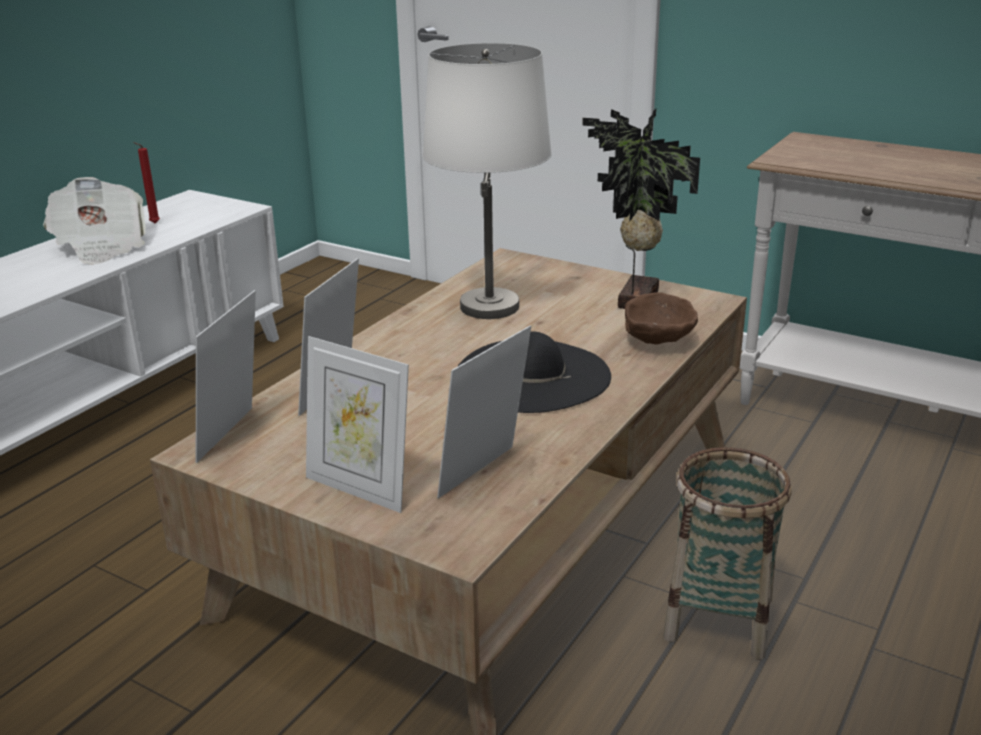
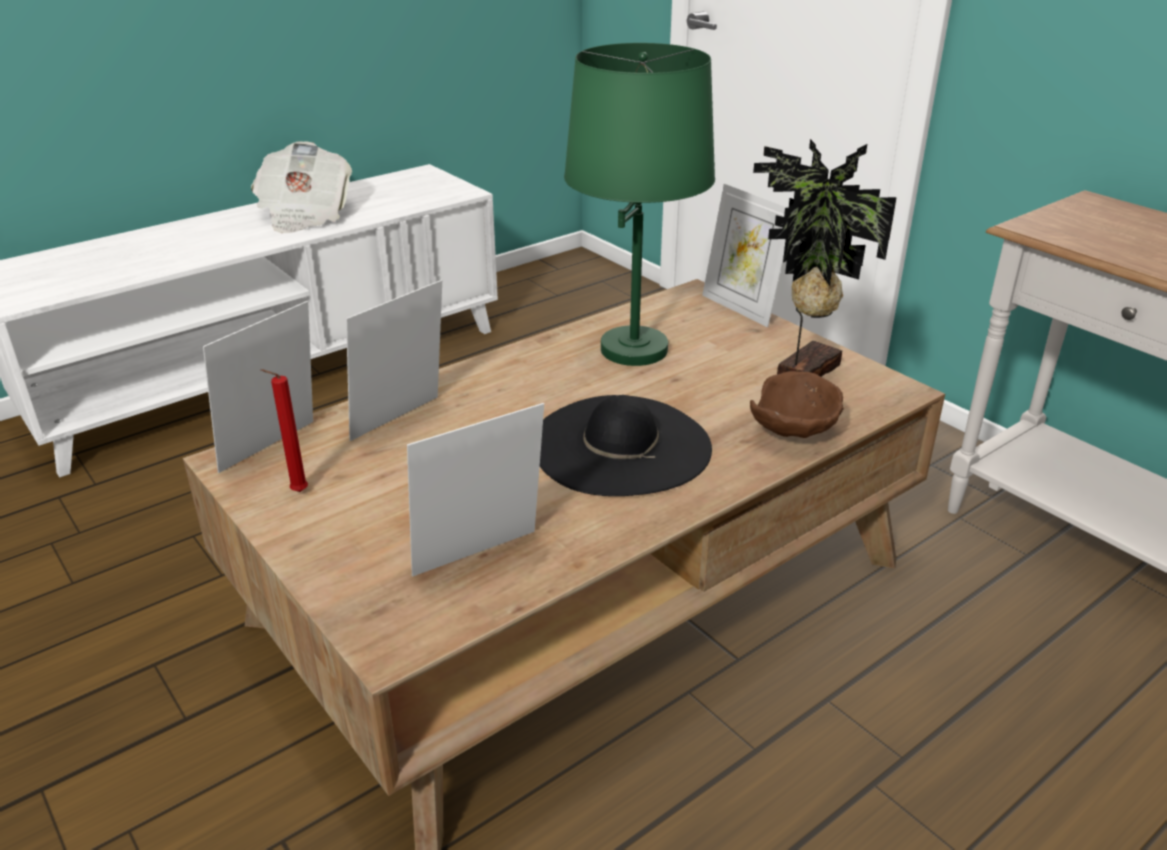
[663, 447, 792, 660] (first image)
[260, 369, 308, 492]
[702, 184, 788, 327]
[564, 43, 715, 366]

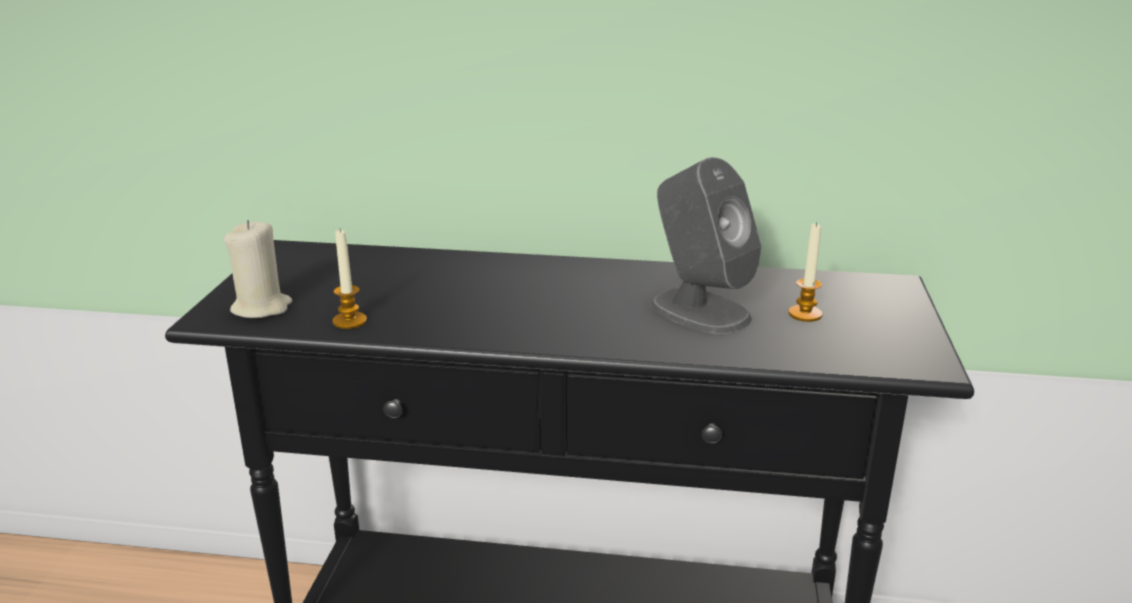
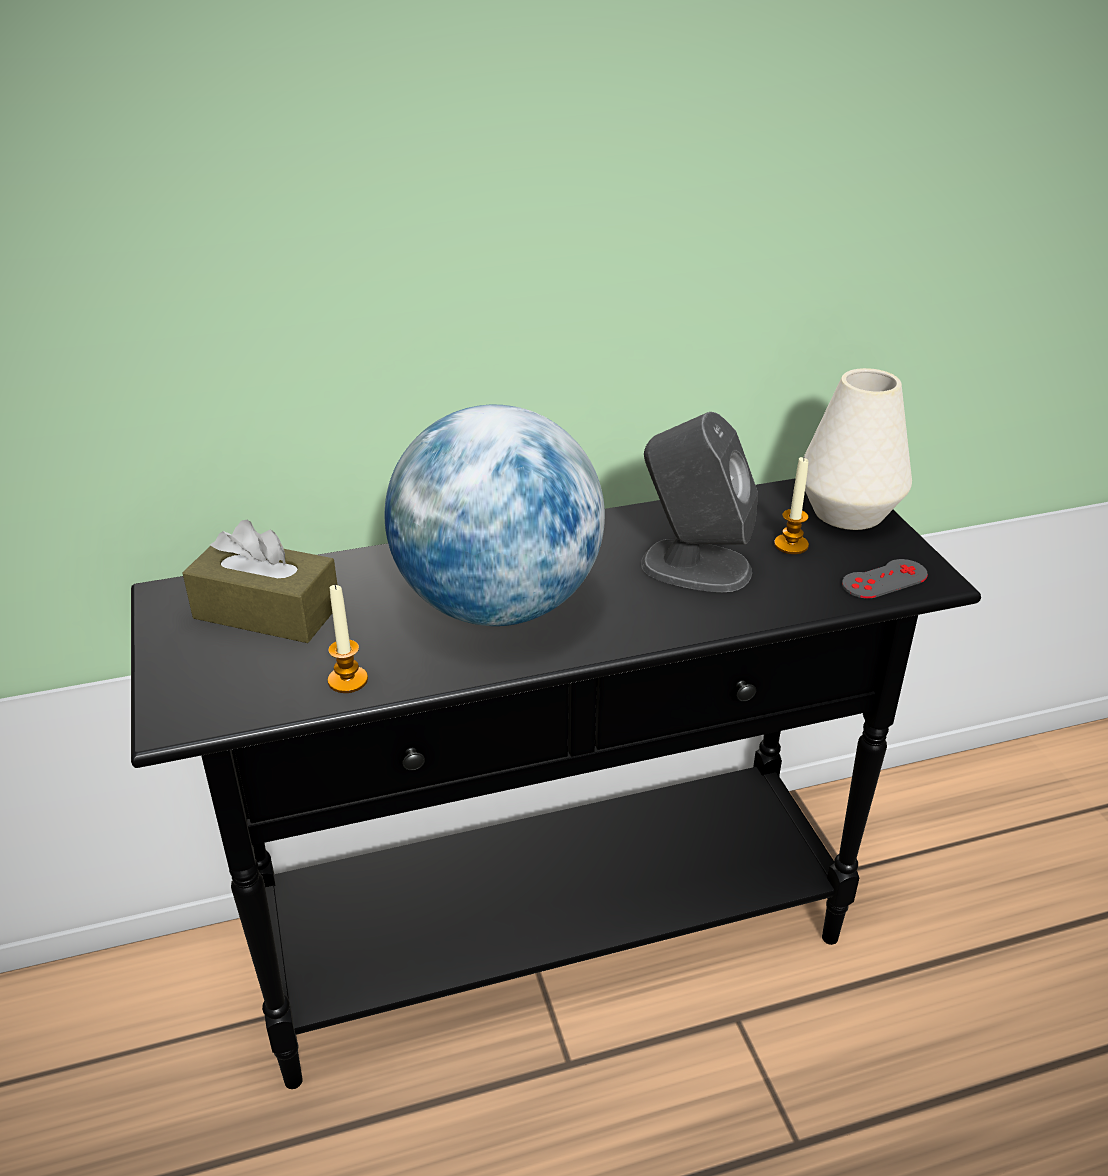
[224, 220, 292, 318] (first image)
[182, 520, 337, 643]
[384, 405, 605, 626]
[803, 368, 912, 530]
[842, 559, 928, 599]

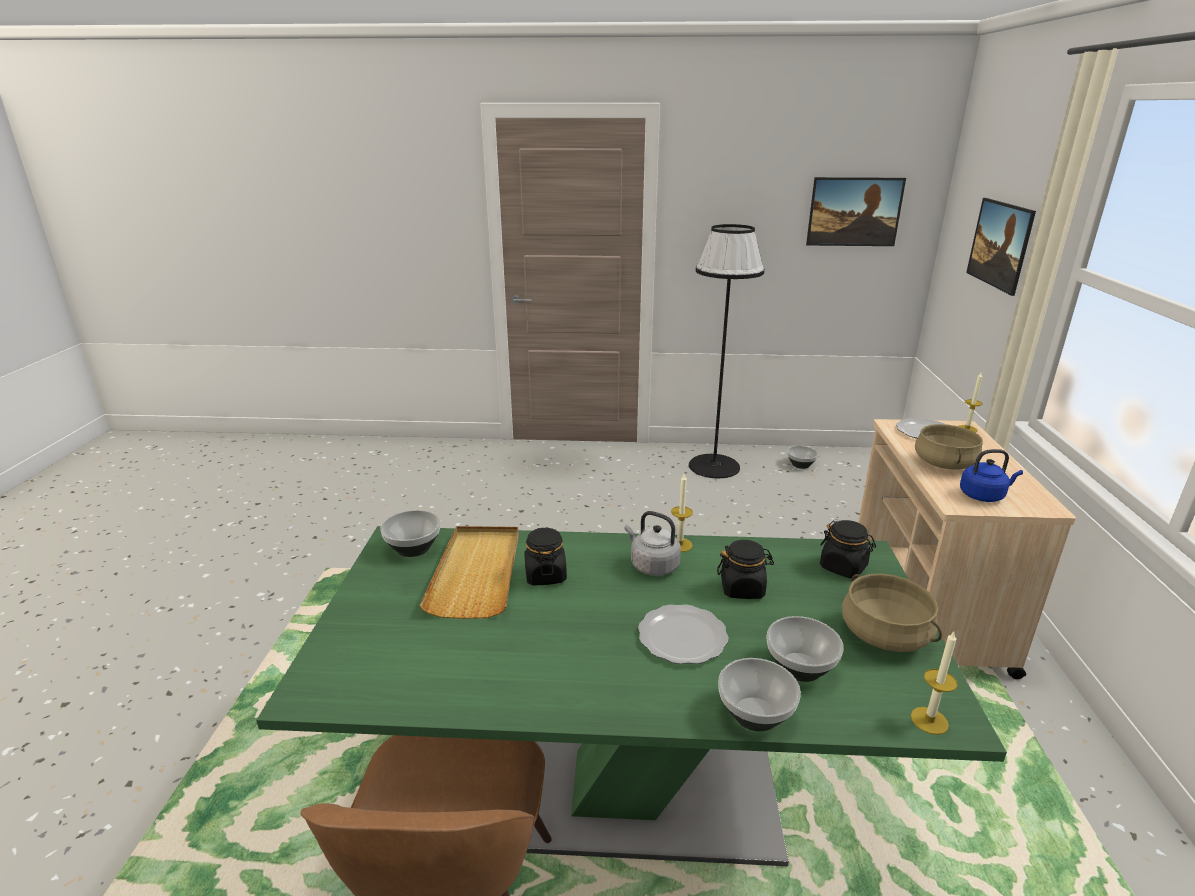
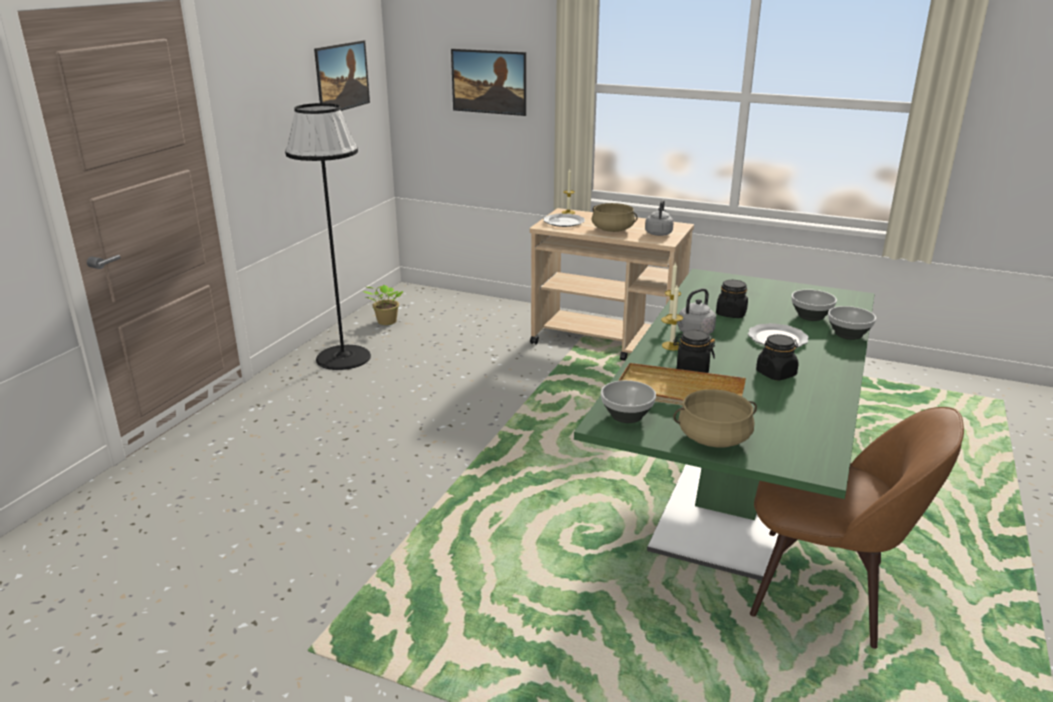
[756, 334, 799, 381]
[673, 389, 757, 448]
[662, 286, 683, 350]
[362, 285, 403, 325]
[645, 199, 674, 236]

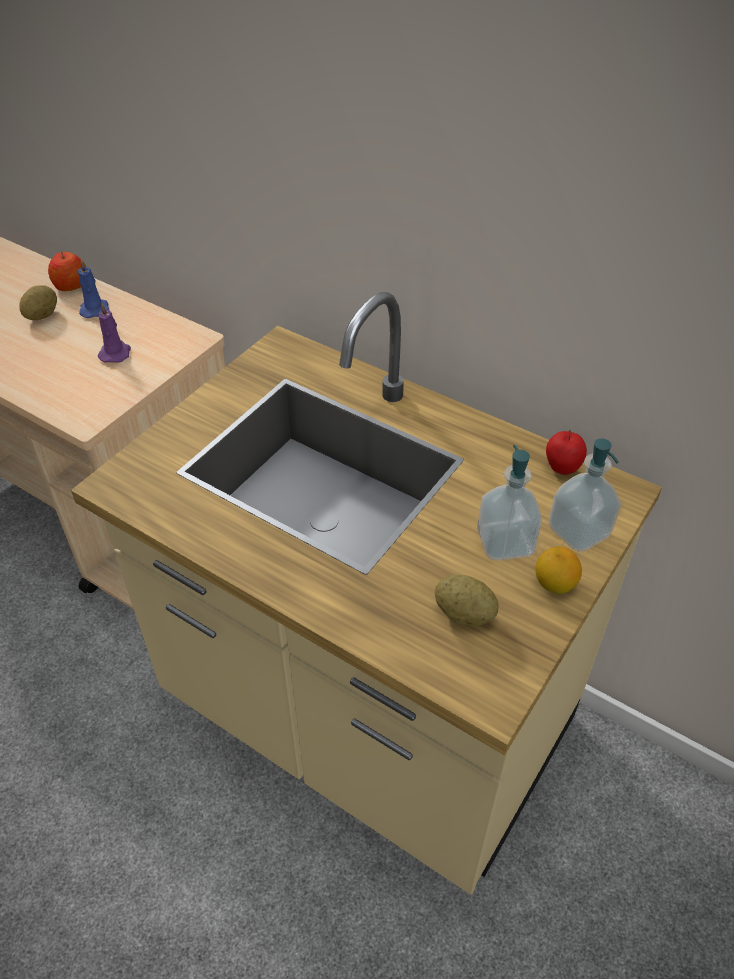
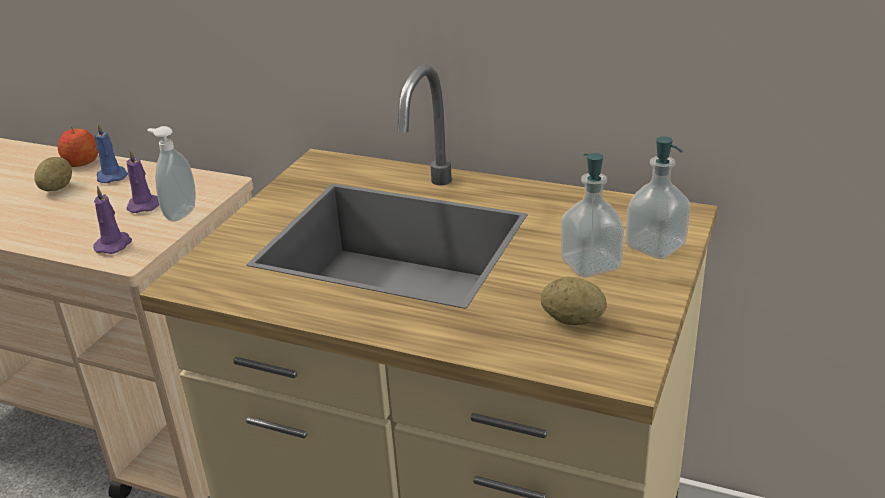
[535, 547, 582, 594] (first image)
[546, 430, 587, 475] (first image)
[93, 185, 132, 254]
[148, 126, 196, 222]

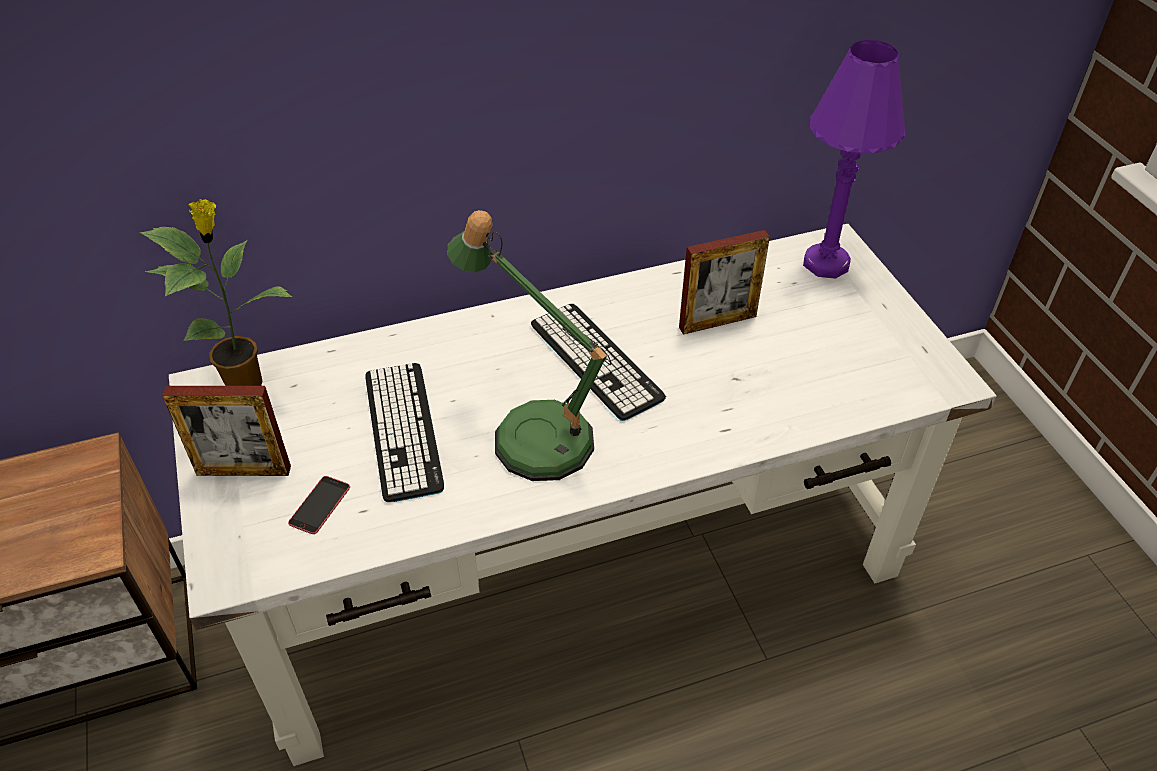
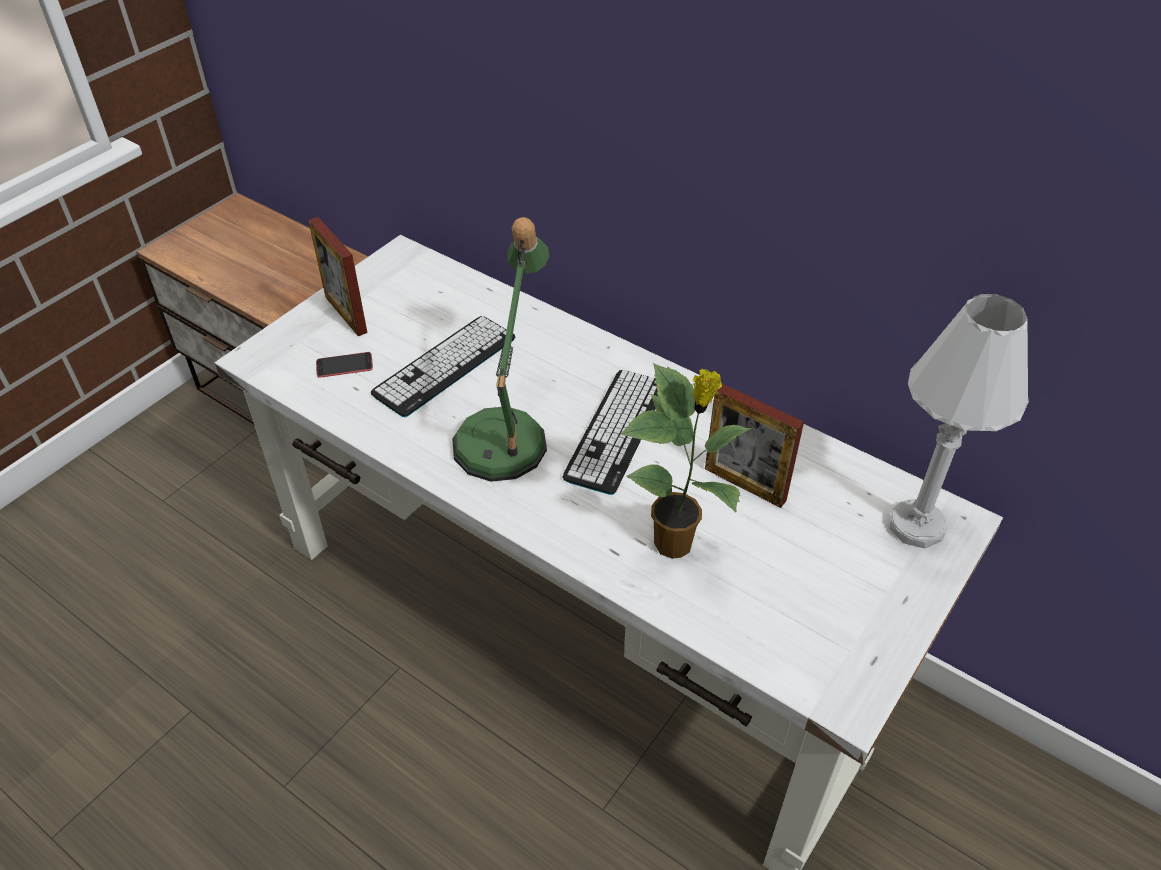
[621, 363, 753, 559]
[889, 294, 1029, 549]

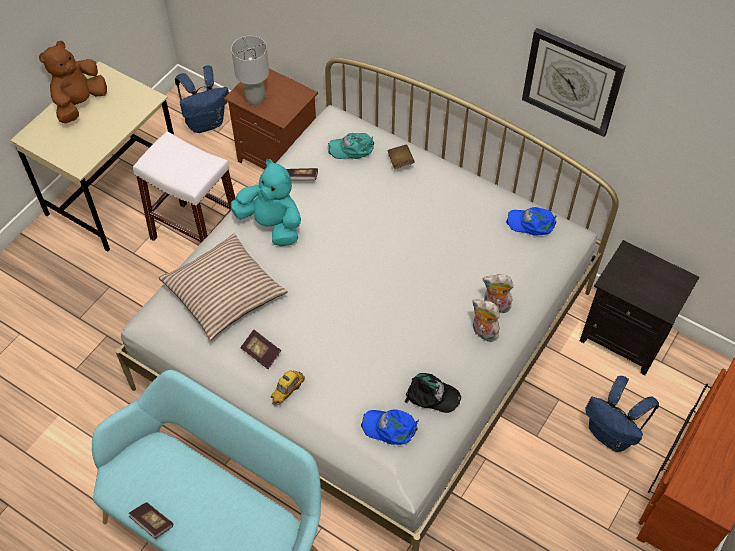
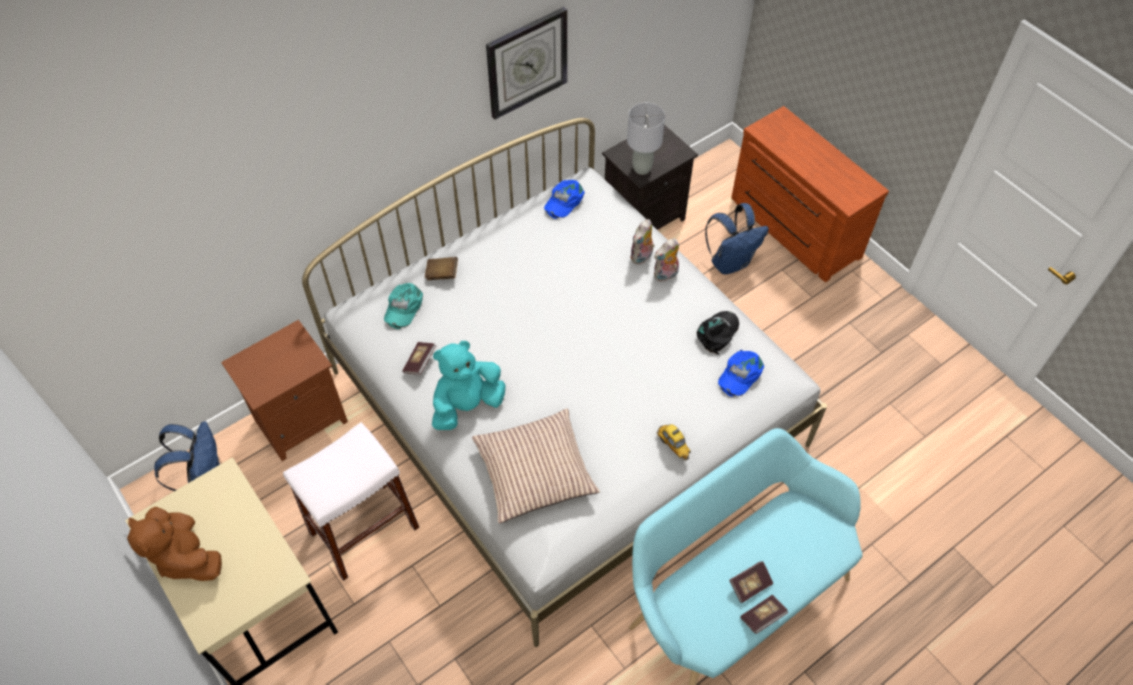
[627, 103, 665, 175]
[729, 561, 773, 603]

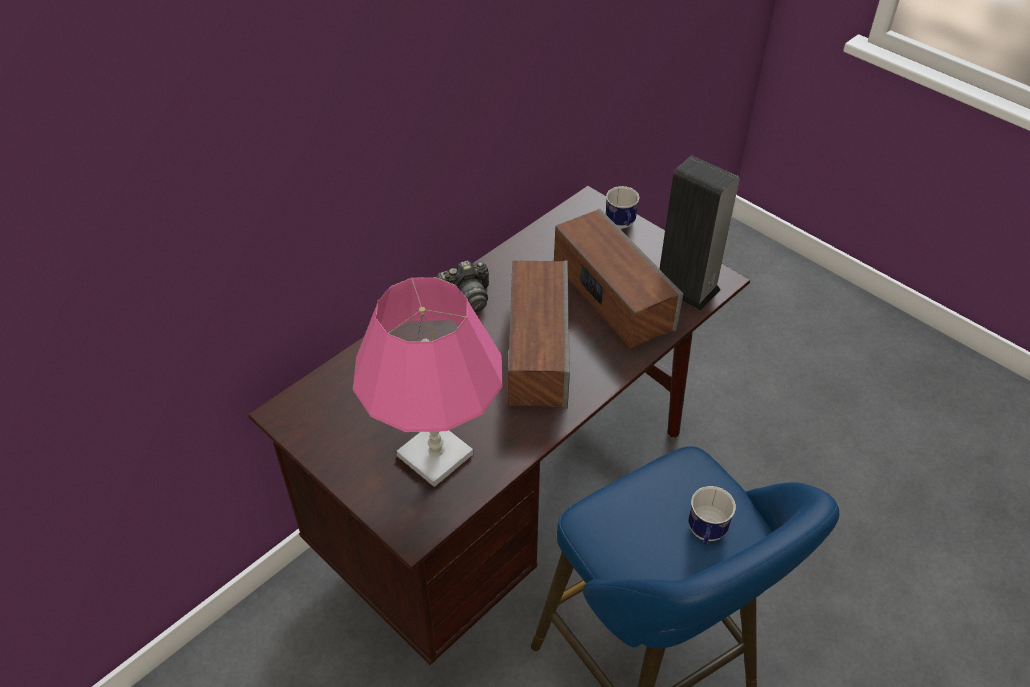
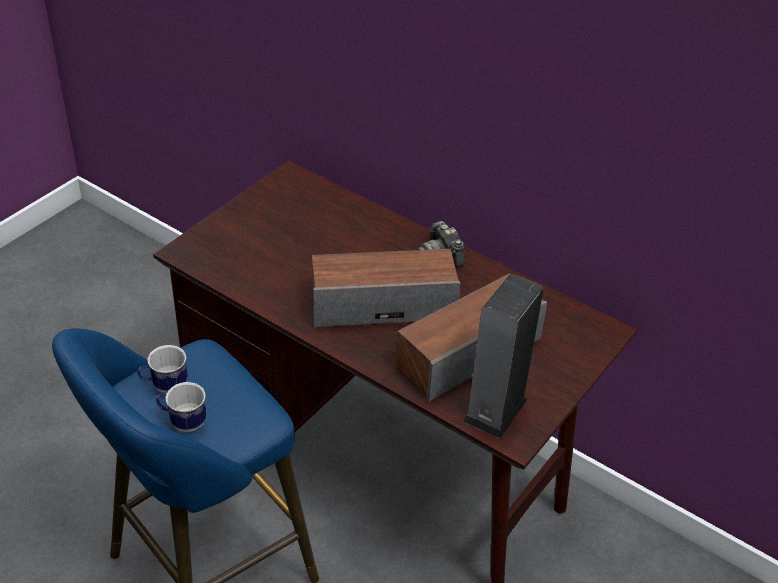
[353, 277, 503, 487] (first image)
[137, 345, 188, 393]

